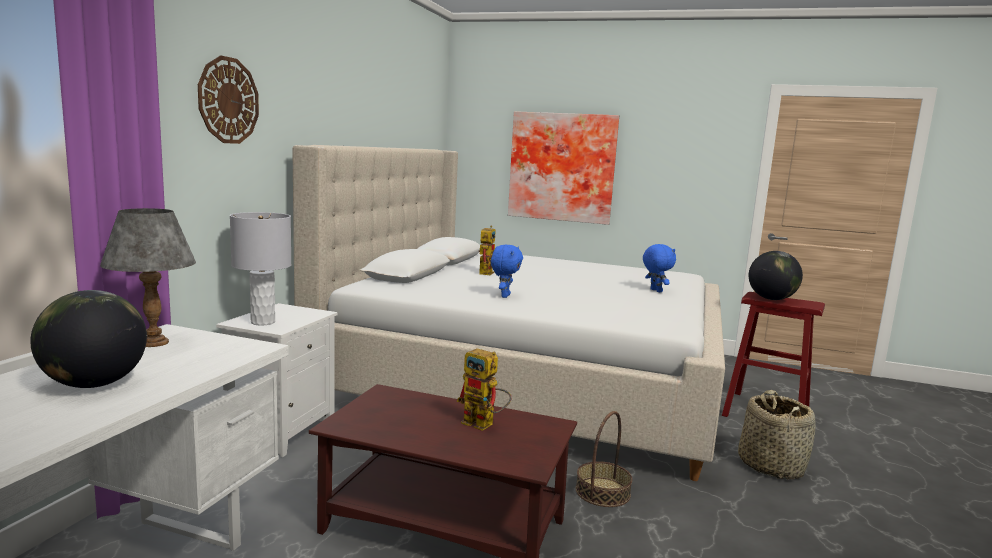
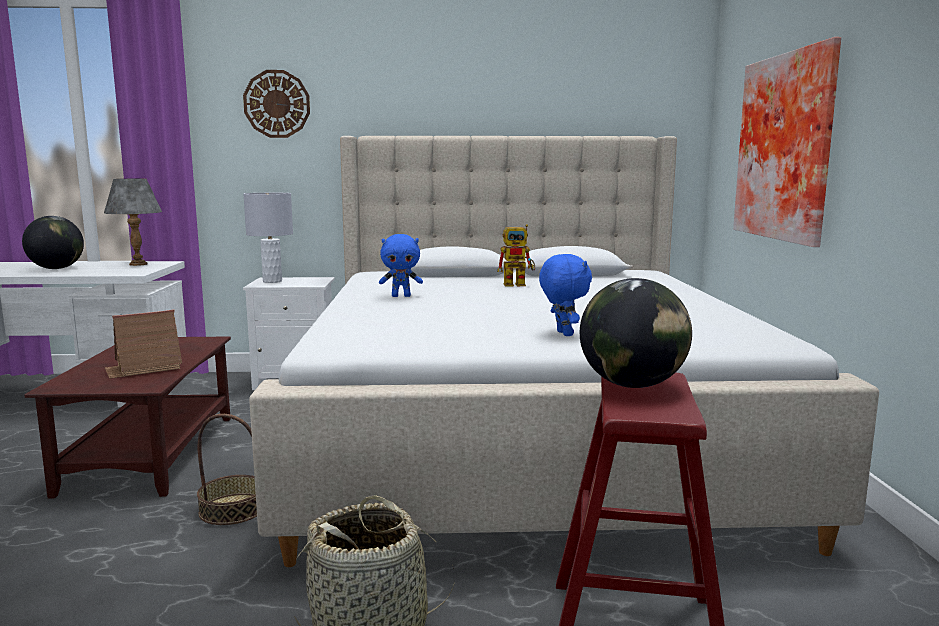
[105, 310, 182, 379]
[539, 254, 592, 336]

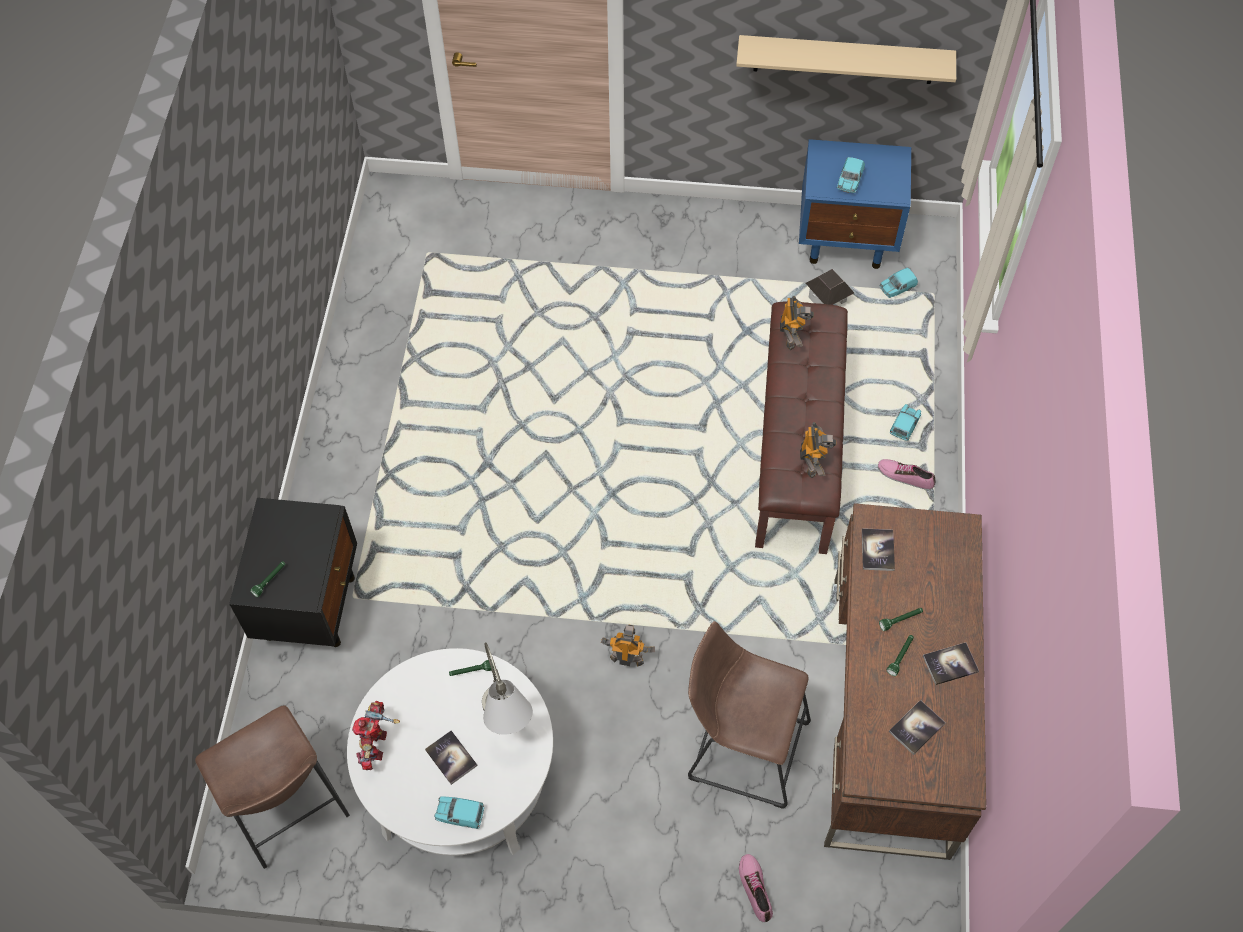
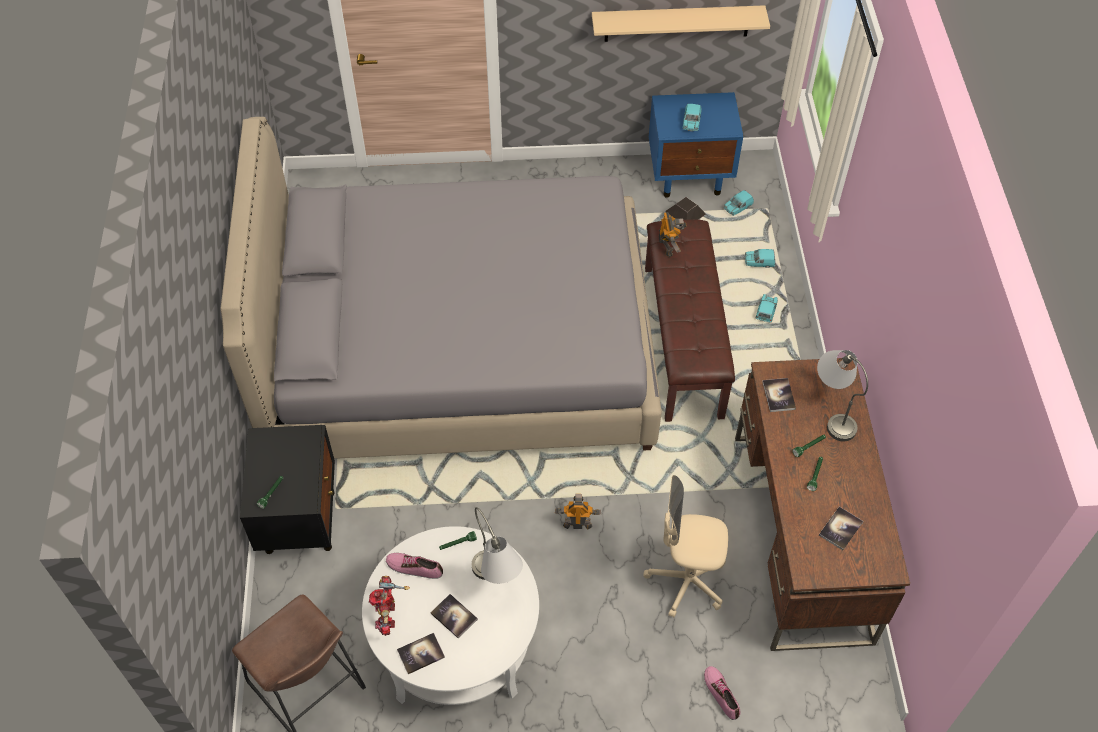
[800, 422, 837, 478] (first image)
[221, 117, 662, 459]
[817, 350, 868, 442]
[745, 249, 776, 268]
[386, 553, 443, 579]
[397, 633, 445, 674]
[643, 475, 728, 618]

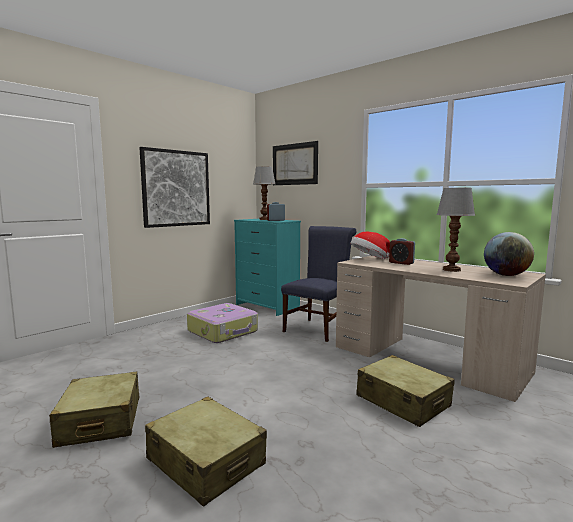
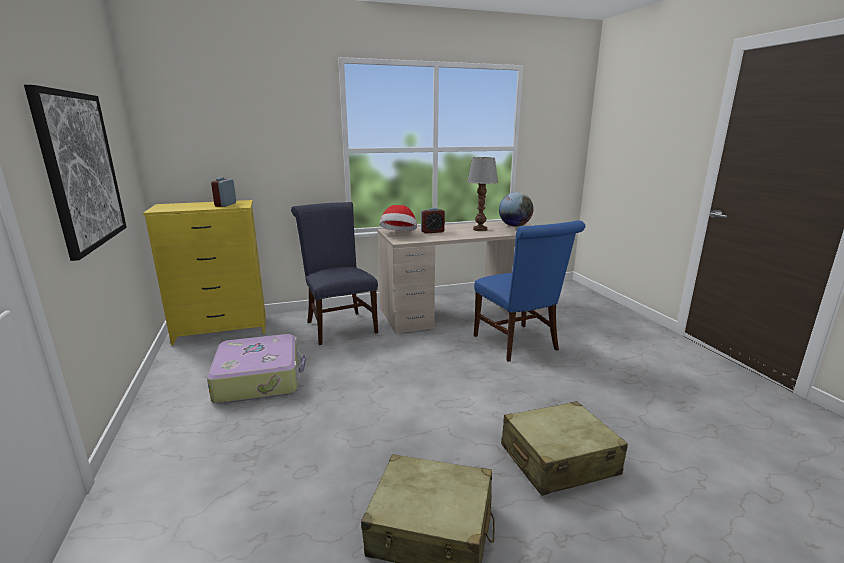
[253, 166, 275, 220] (first image)
[273, 141, 318, 185] (first image)
[474, 220, 585, 362]
[143, 200, 266, 345]

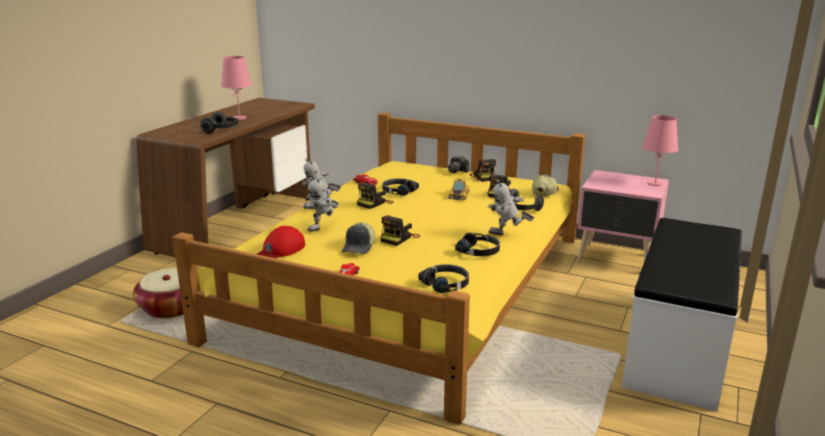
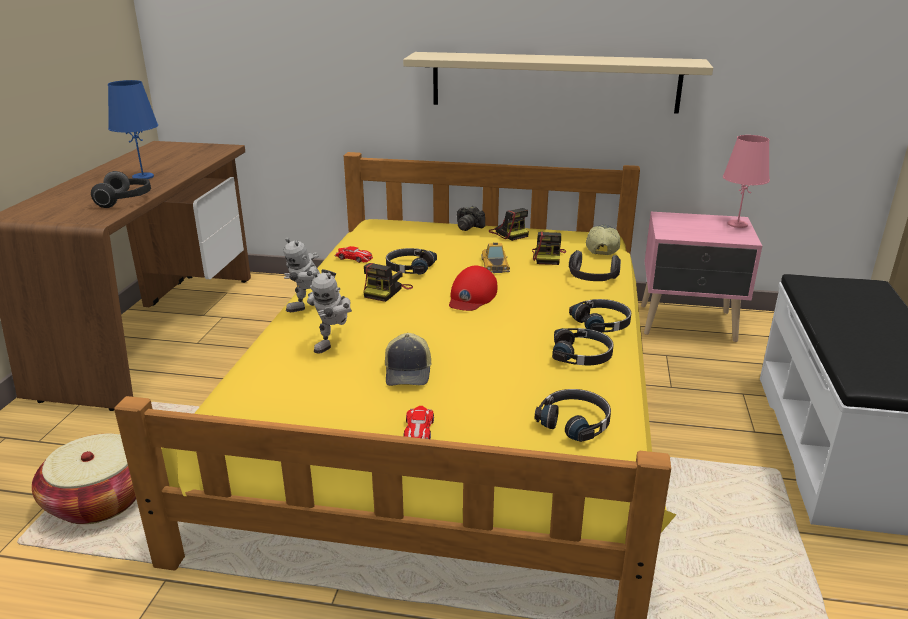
[380, 215, 420, 246] (first image)
[403, 52, 713, 114]
[449, 266, 497, 311]
[569, 299, 631, 333]
[108, 80, 158, 179]

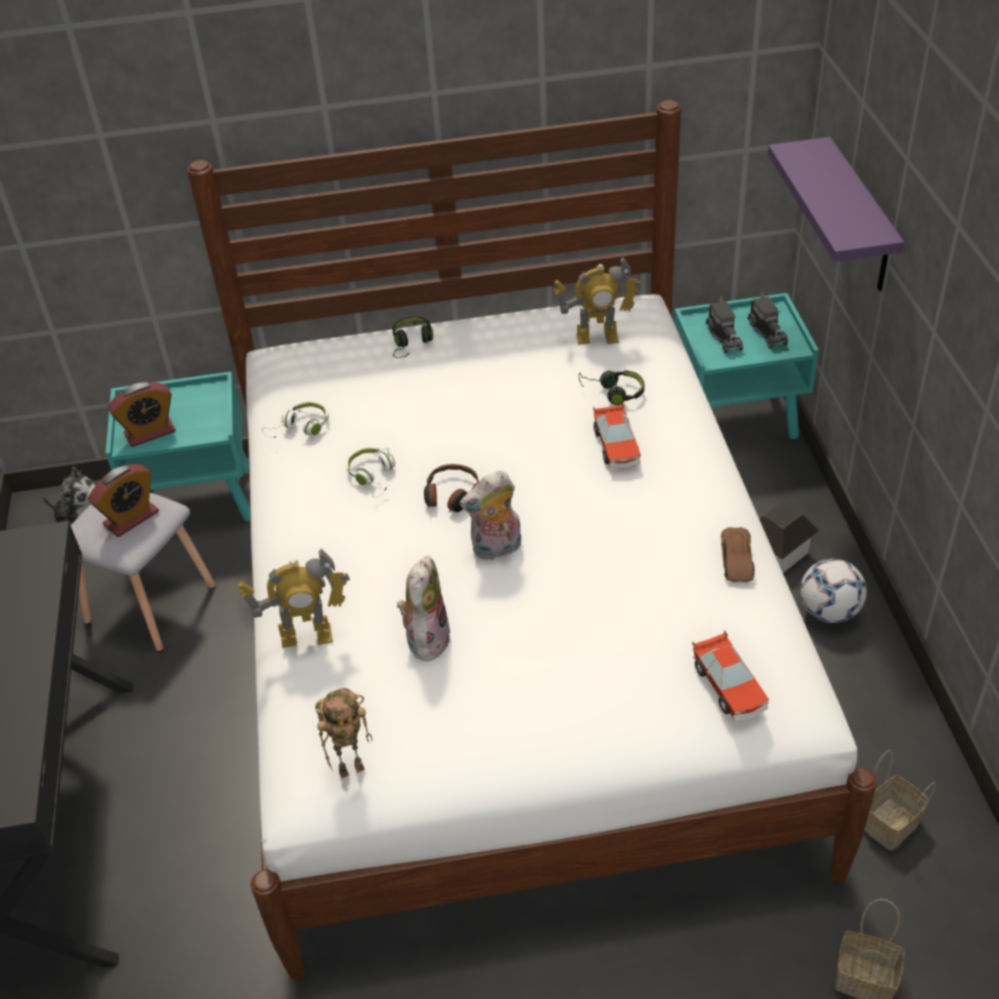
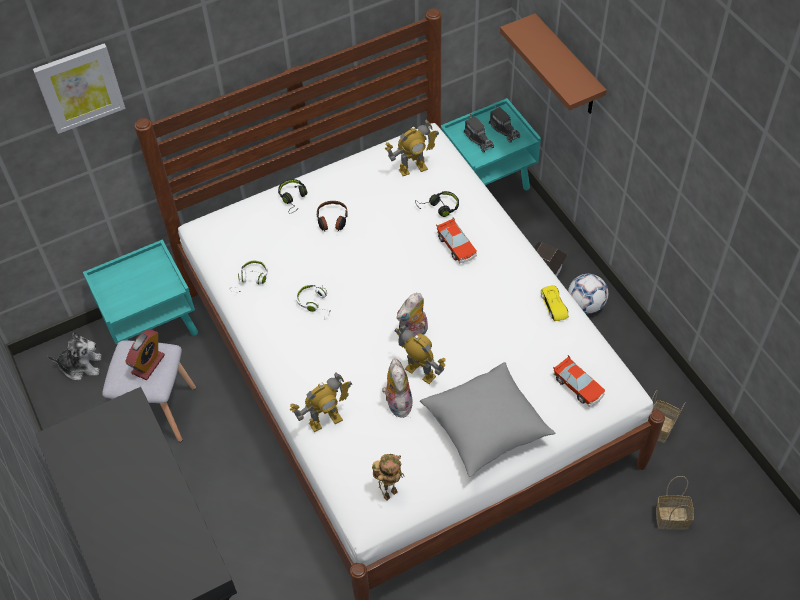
[108, 382, 176, 447] (first image)
[33, 43, 125, 134]
[395, 325, 446, 384]
[420, 362, 555, 477]
[317, 201, 348, 231]
[541, 285, 569, 321]
[500, 13, 607, 114]

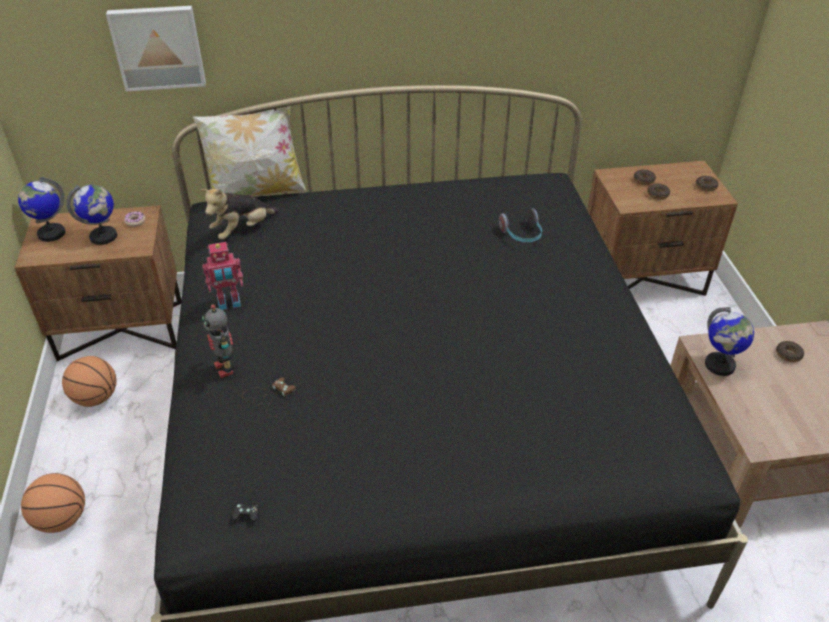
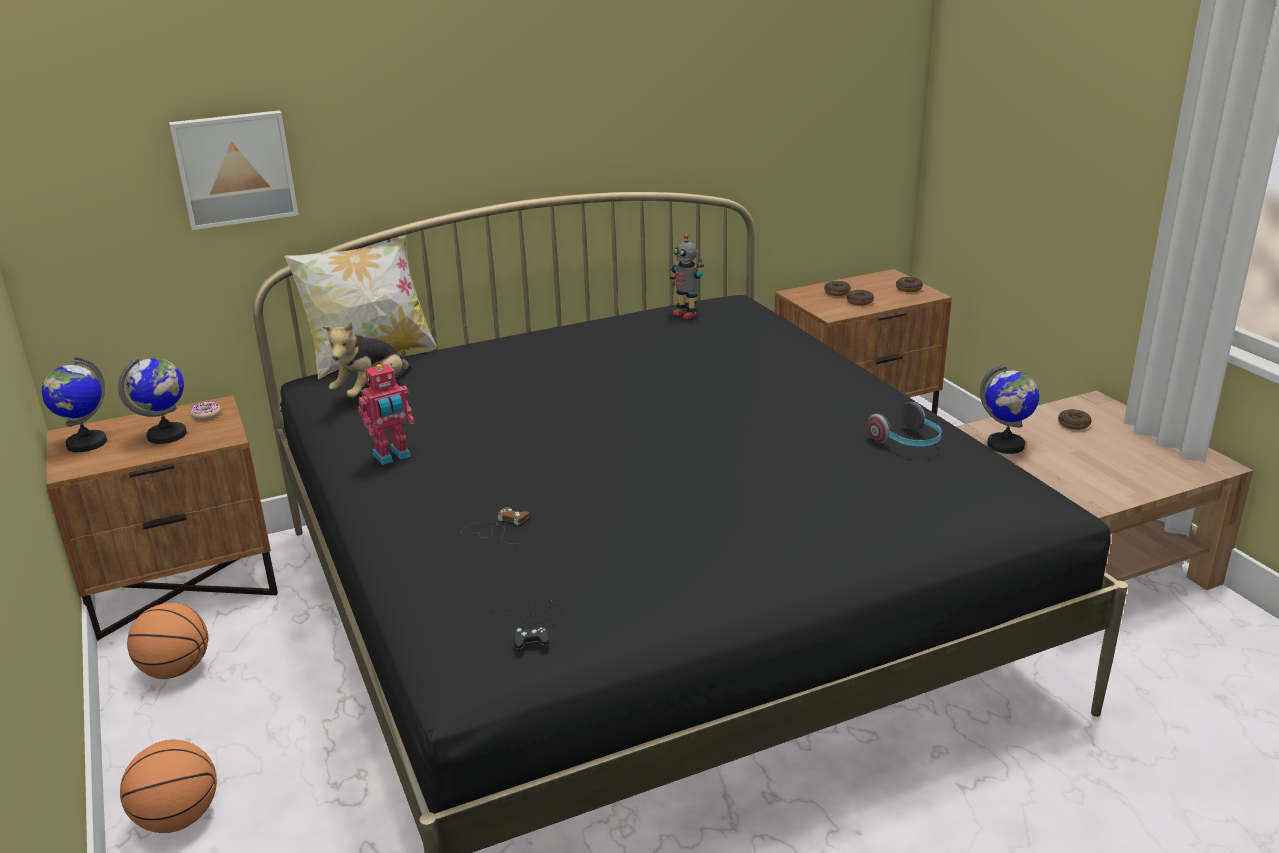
[670, 234, 704, 319]
[867, 402, 942, 447]

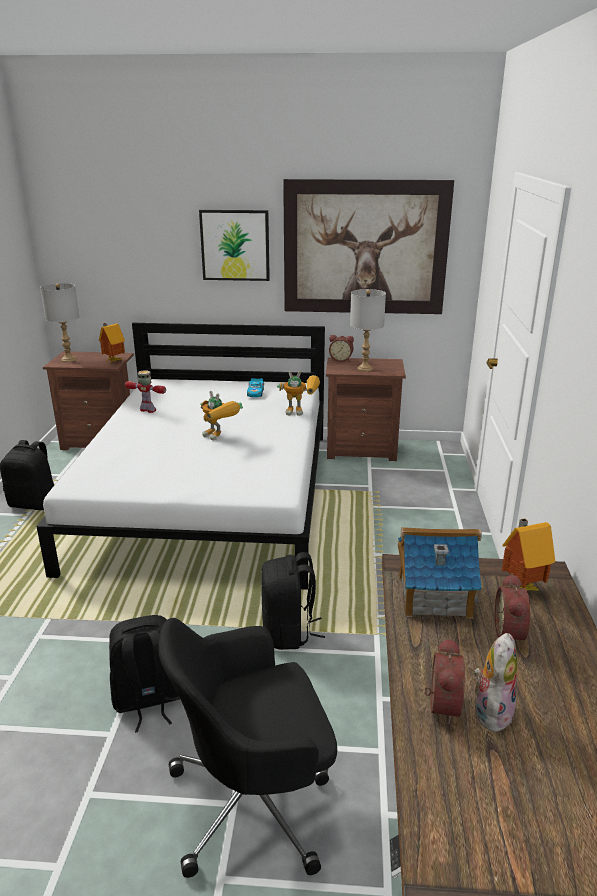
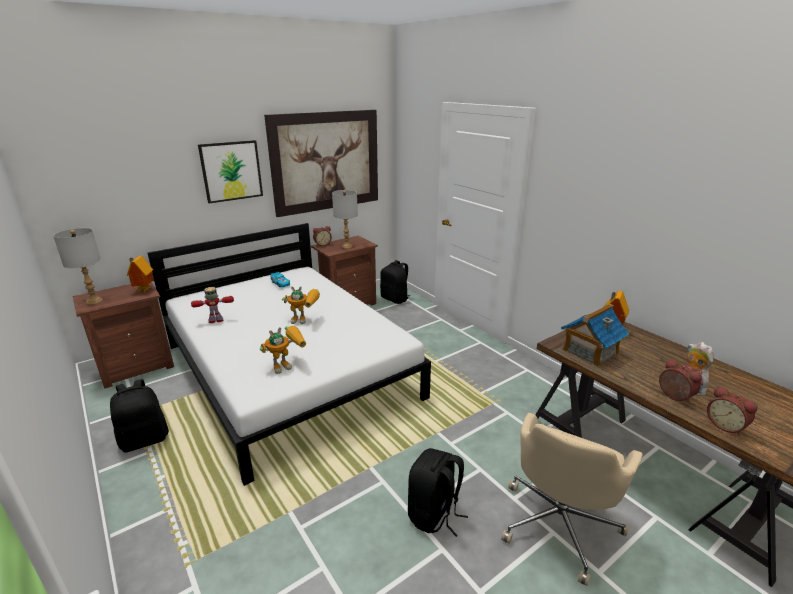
[380, 260, 411, 304]
[260, 326, 306, 374]
[707, 386, 758, 436]
[501, 413, 643, 586]

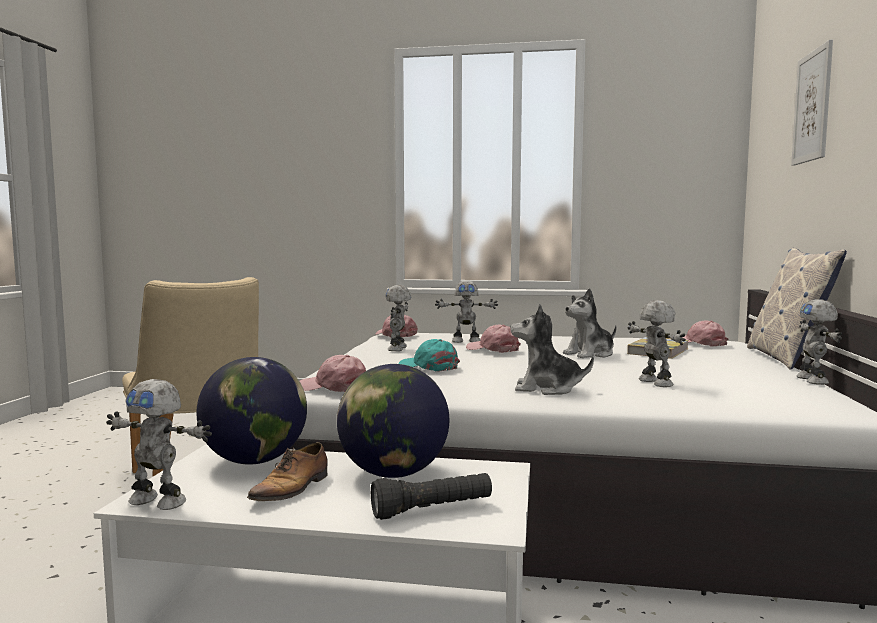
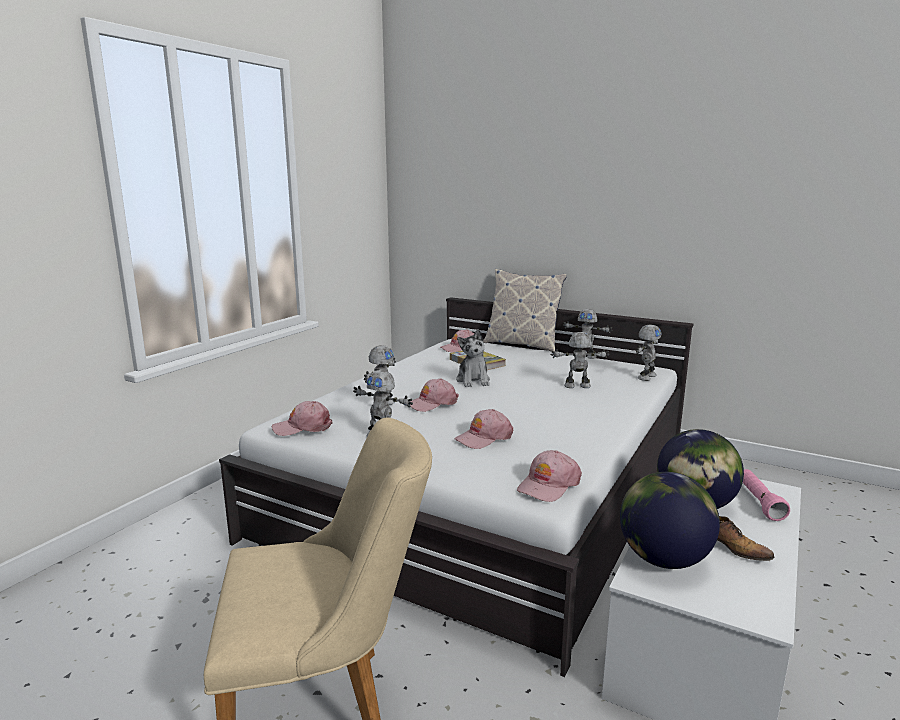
[510, 304, 594, 395] (first image)
[791, 39, 833, 166] (first image)
[636, 324, 661, 381]
[743, 469, 790, 521]
[454, 409, 513, 449]

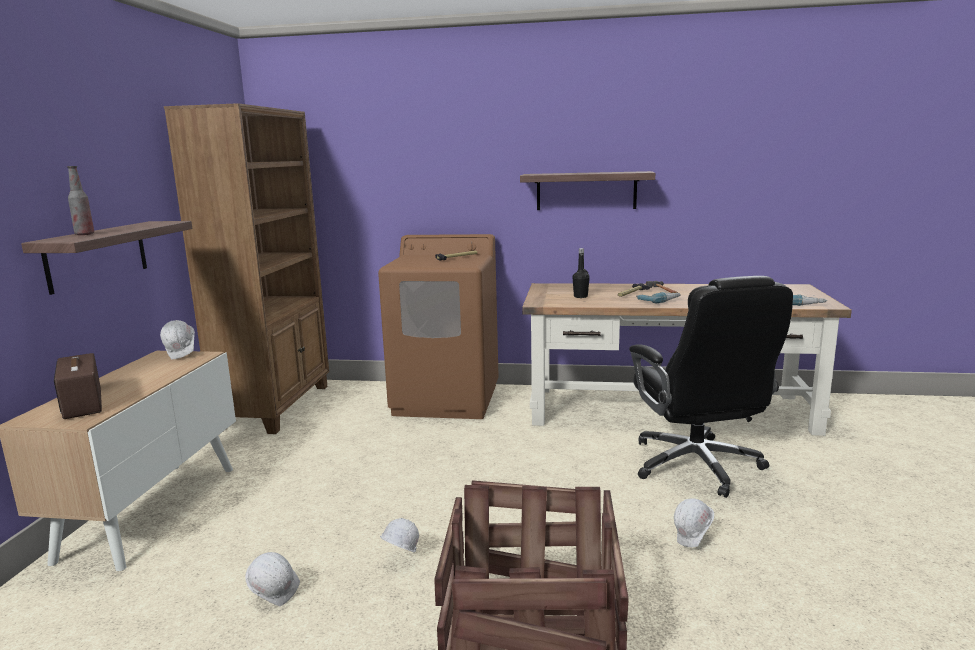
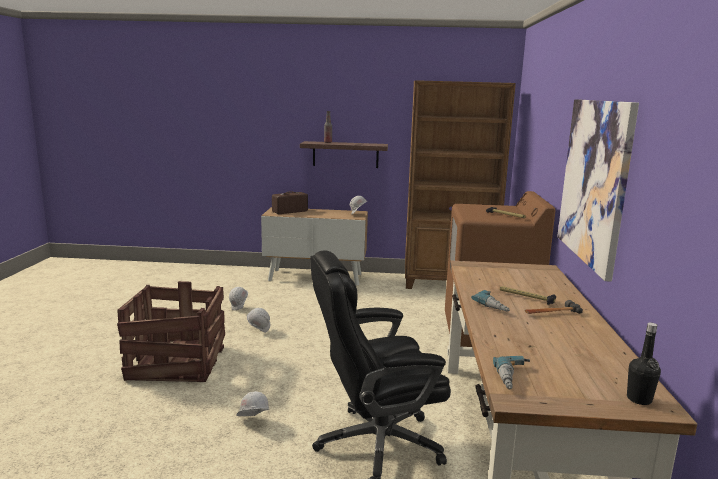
[627, 323, 661, 405]
[557, 99, 639, 282]

